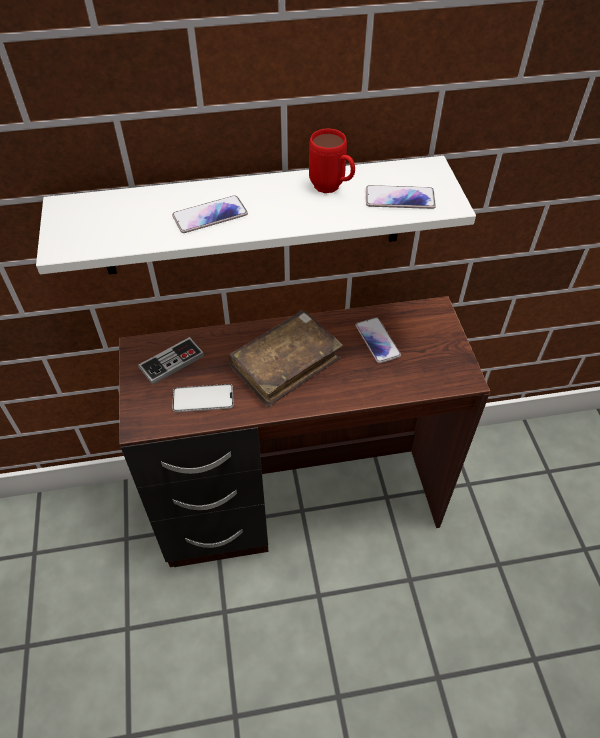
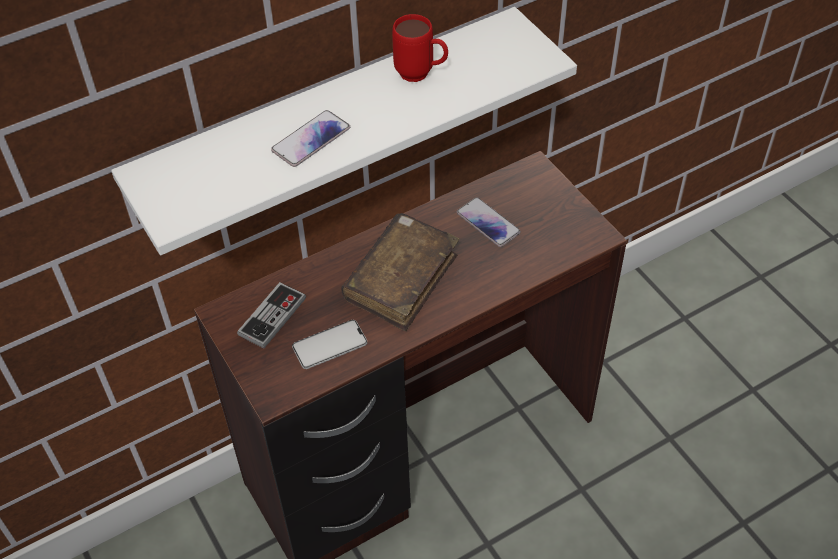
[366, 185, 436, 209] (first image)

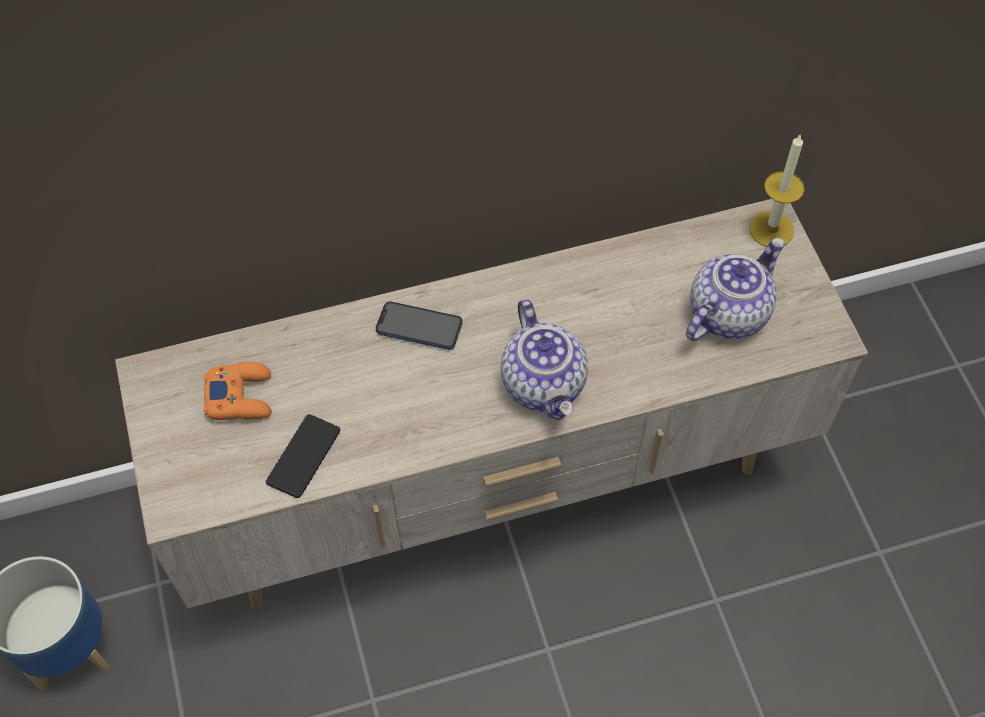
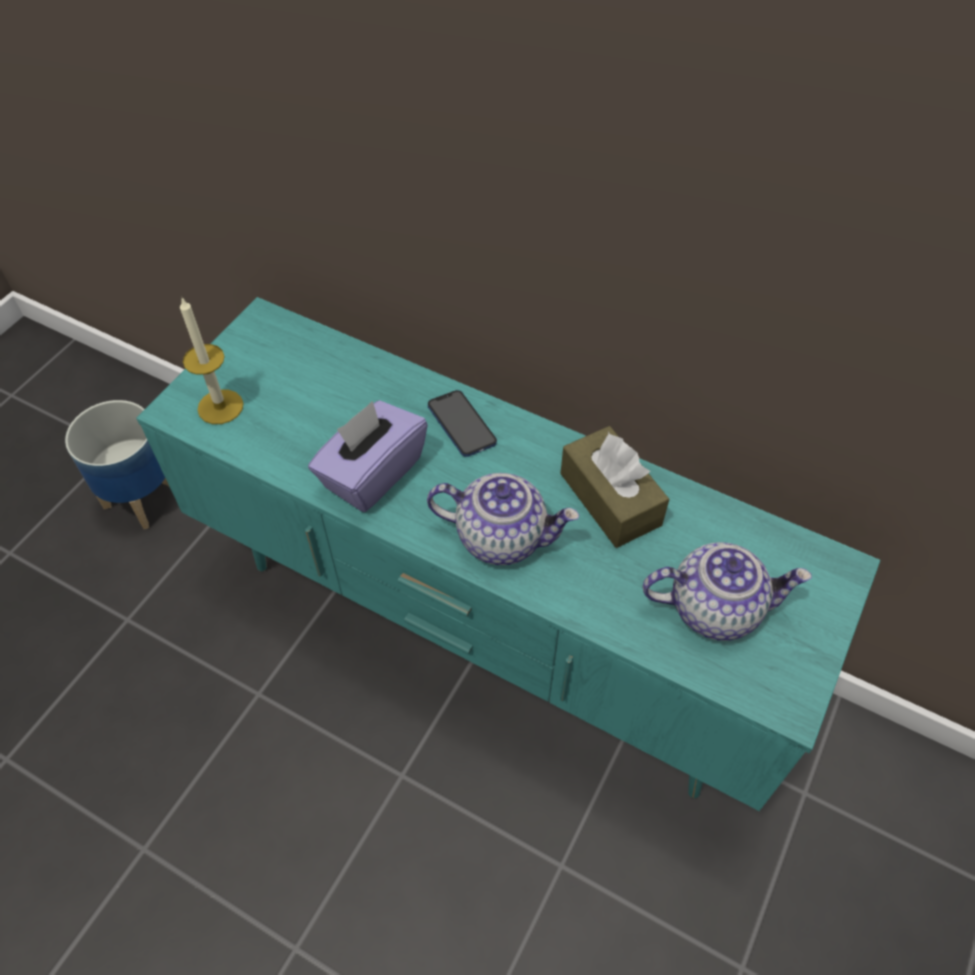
[136, 297, 881, 811]
[180, 298, 244, 424]
[308, 400, 428, 512]
[427, 473, 580, 565]
[560, 426, 669, 548]
[204, 362, 272, 420] (first image)
[266, 414, 340, 498] (first image)

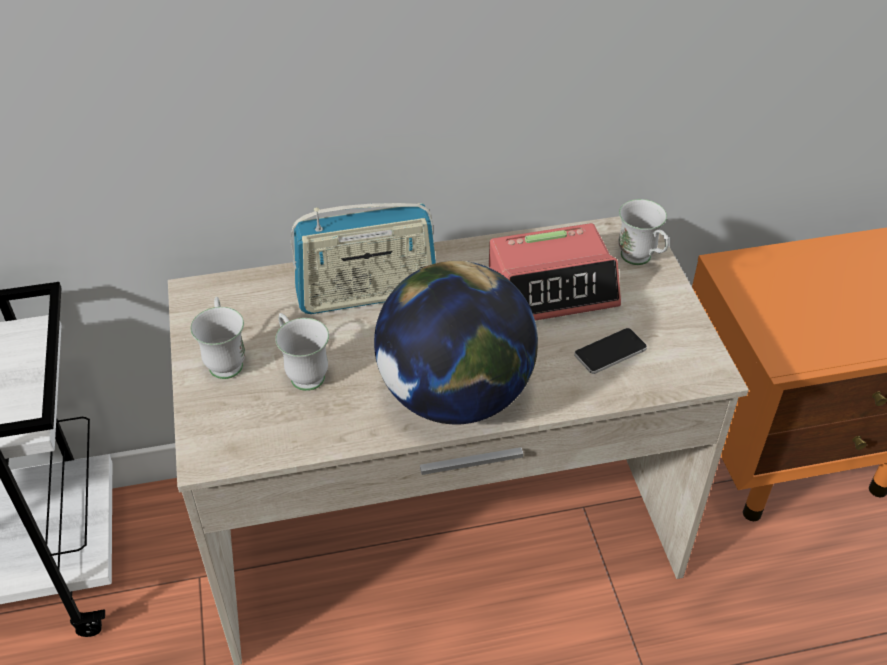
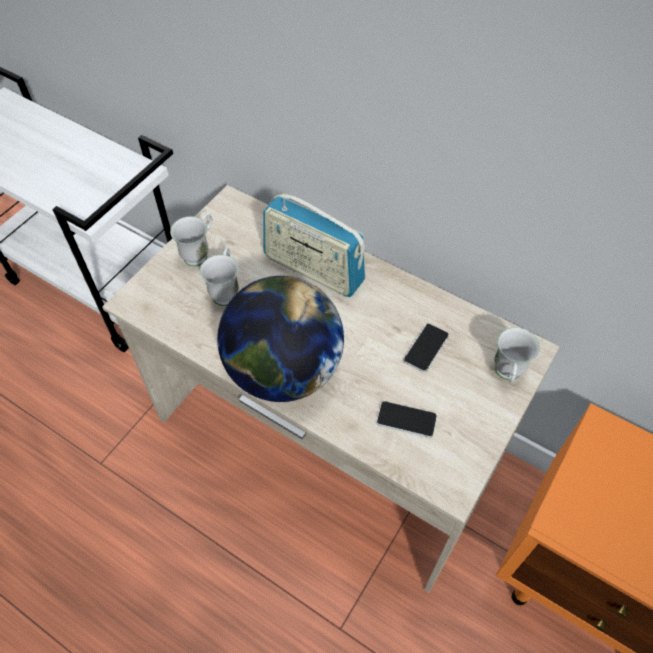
[404, 324, 449, 372]

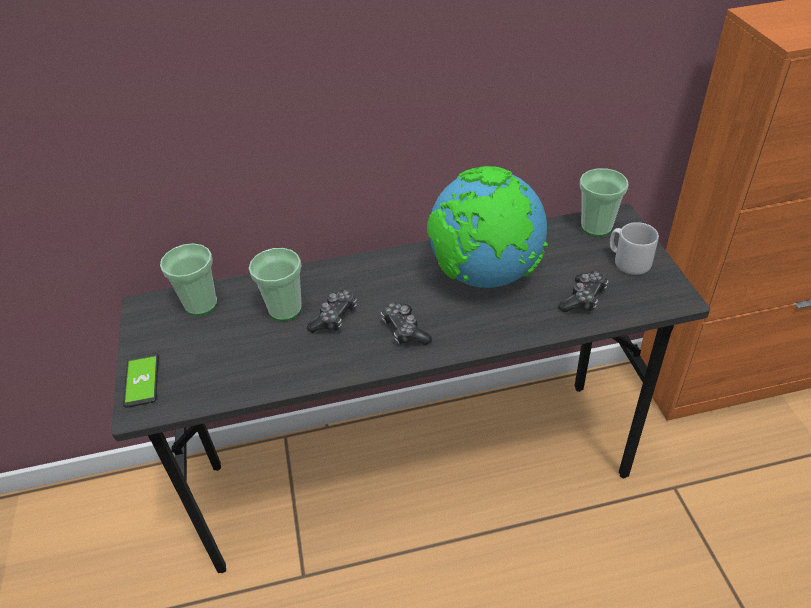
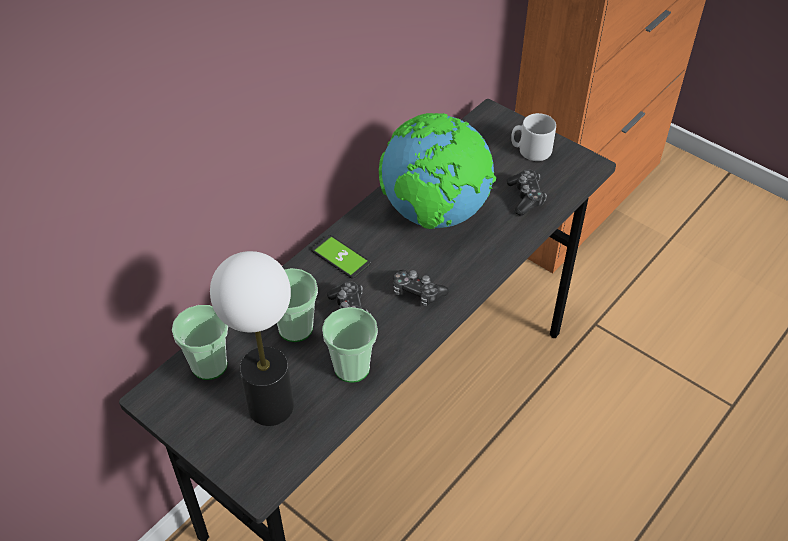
[210, 251, 294, 426]
[311, 235, 371, 279]
[322, 307, 378, 383]

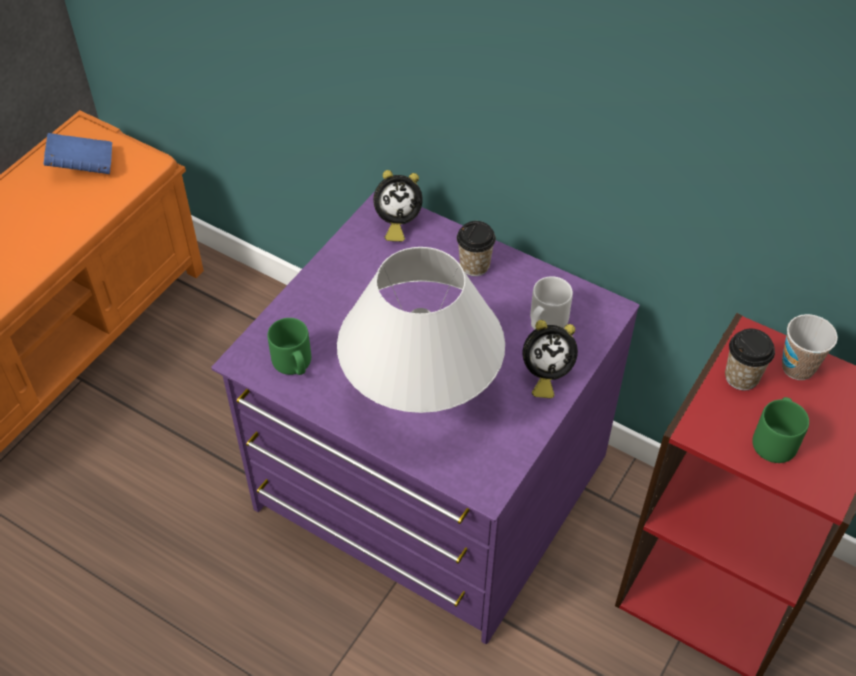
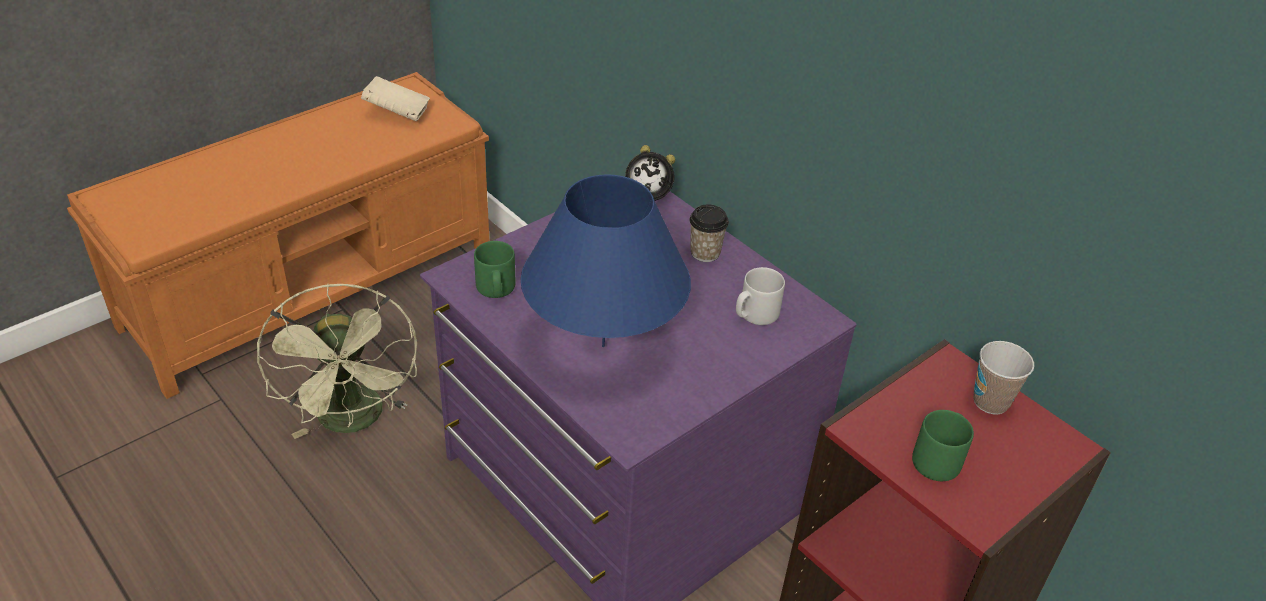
[257, 284, 417, 439]
[361, 76, 430, 121]
[521, 174, 691, 347]
[523, 320, 578, 398] (first image)
[725, 329, 775, 391] (first image)

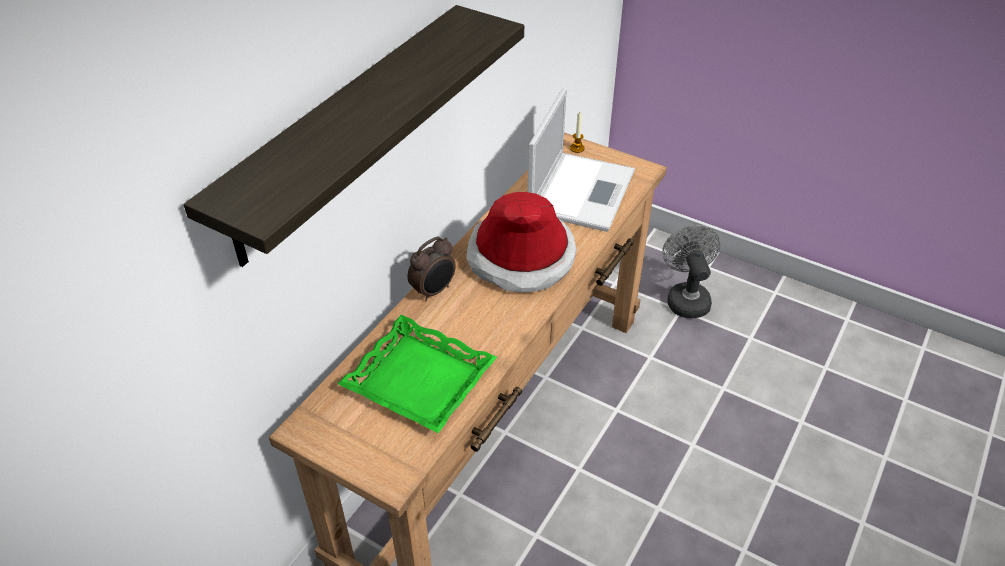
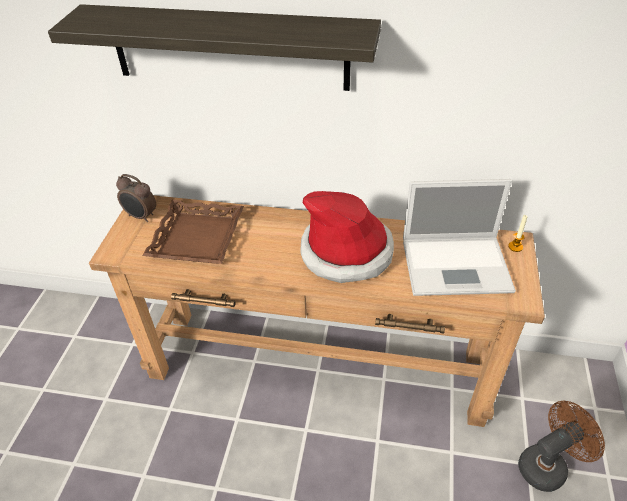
[116, 174, 156, 222]
[142, 200, 244, 264]
[518, 401, 605, 492]

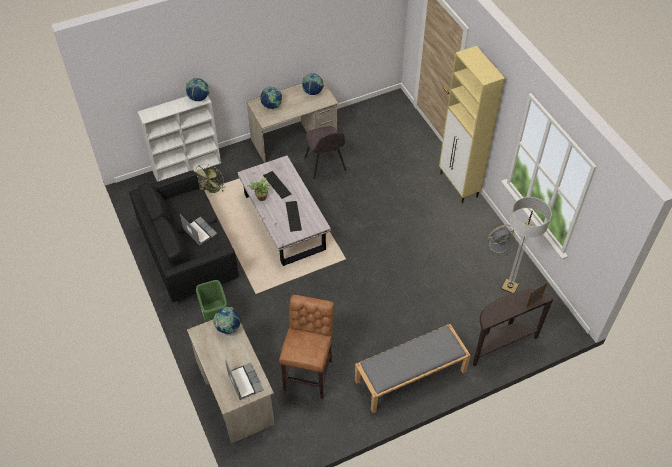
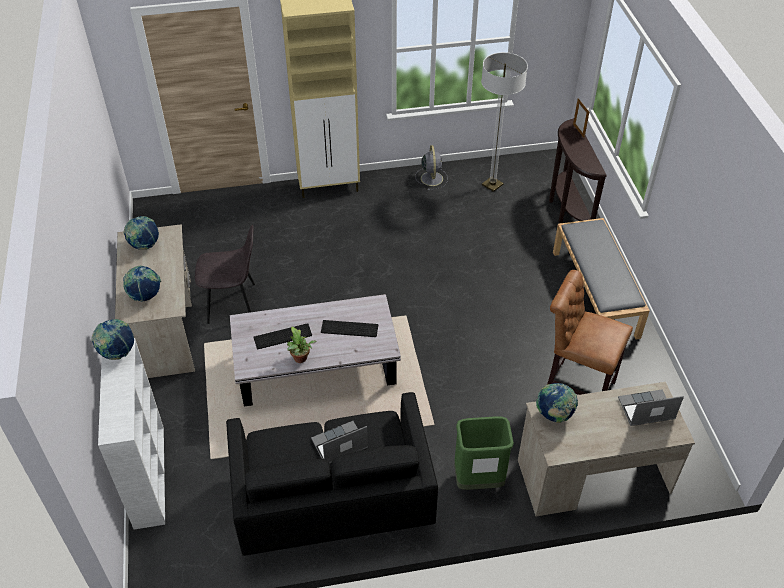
[194, 164, 225, 193] (first image)

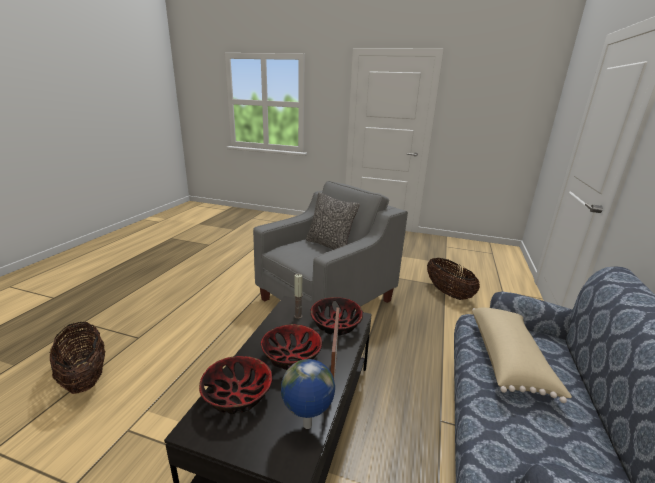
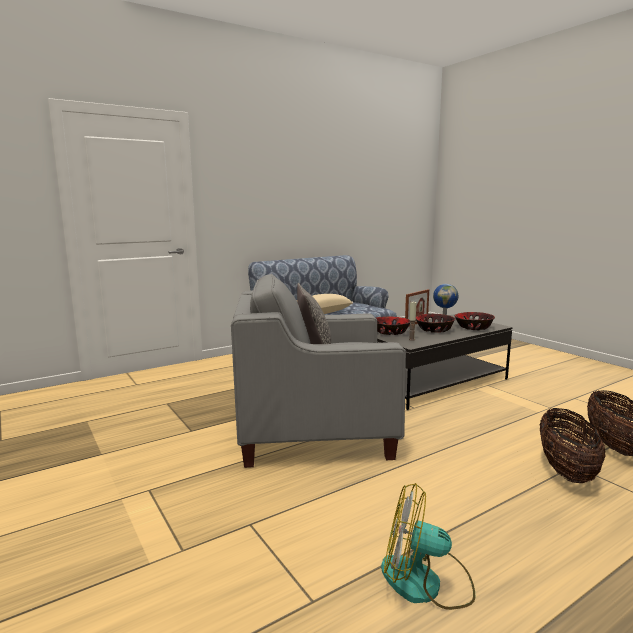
[381, 483, 475, 610]
[539, 408, 606, 483]

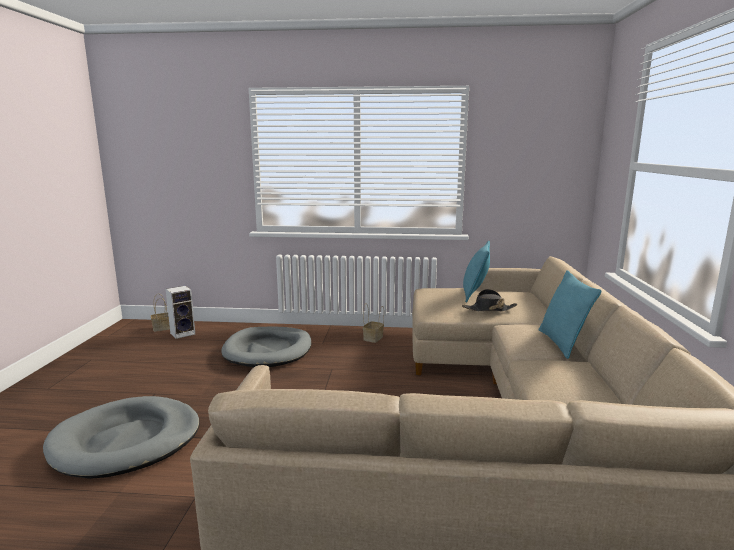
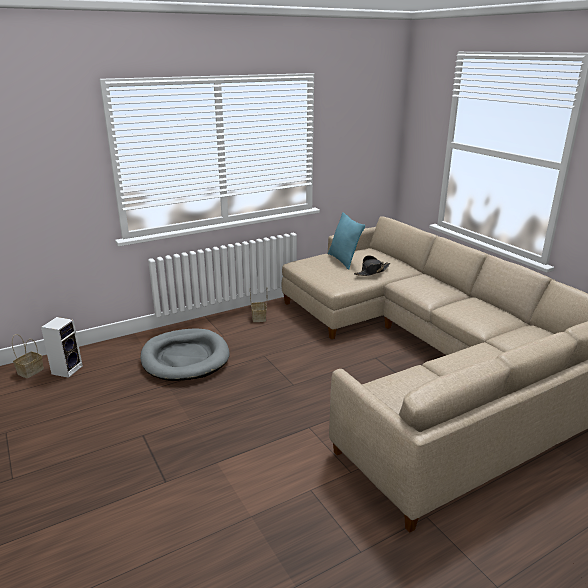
[43, 396, 200, 479] (first image)
[539, 270, 601, 359] (first image)

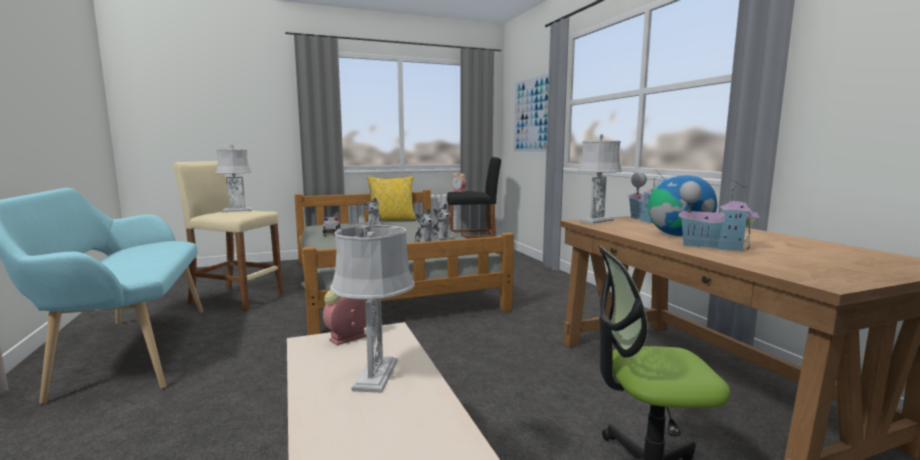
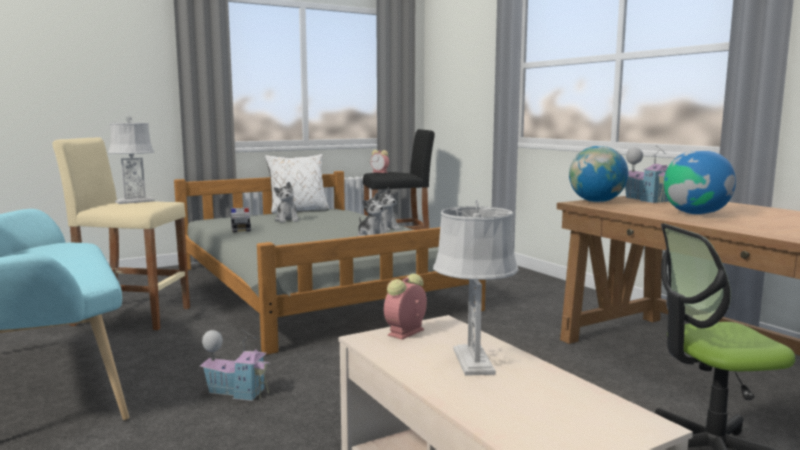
[200, 329, 271, 401]
[265, 154, 329, 214]
[569, 146, 628, 202]
[513, 71, 549, 155] (first image)

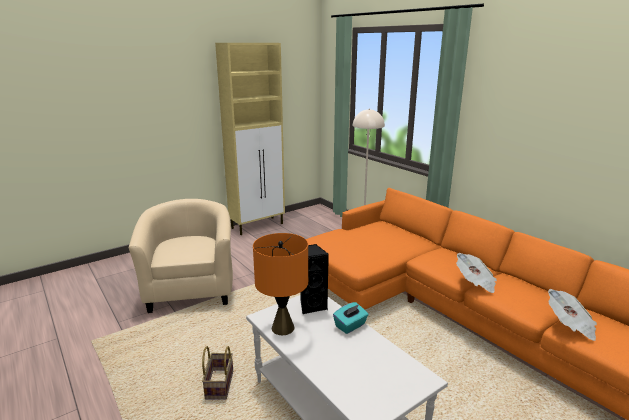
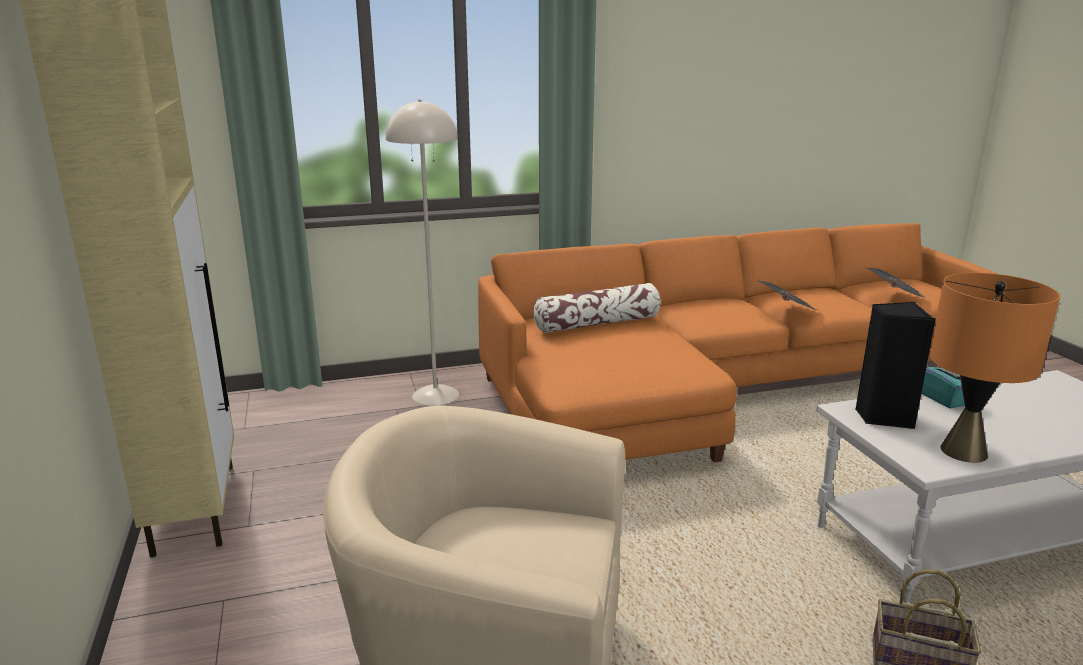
[533, 283, 661, 333]

